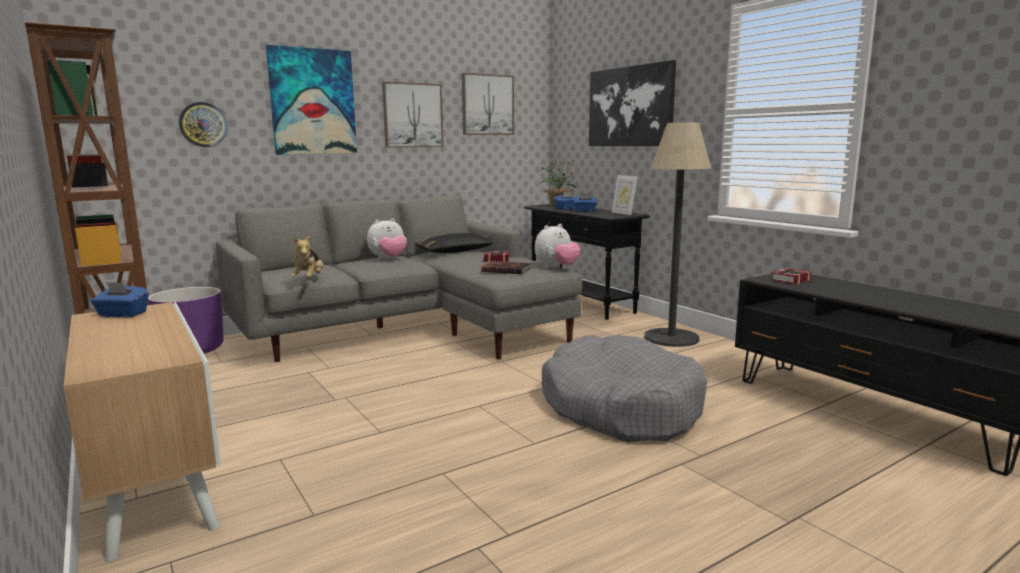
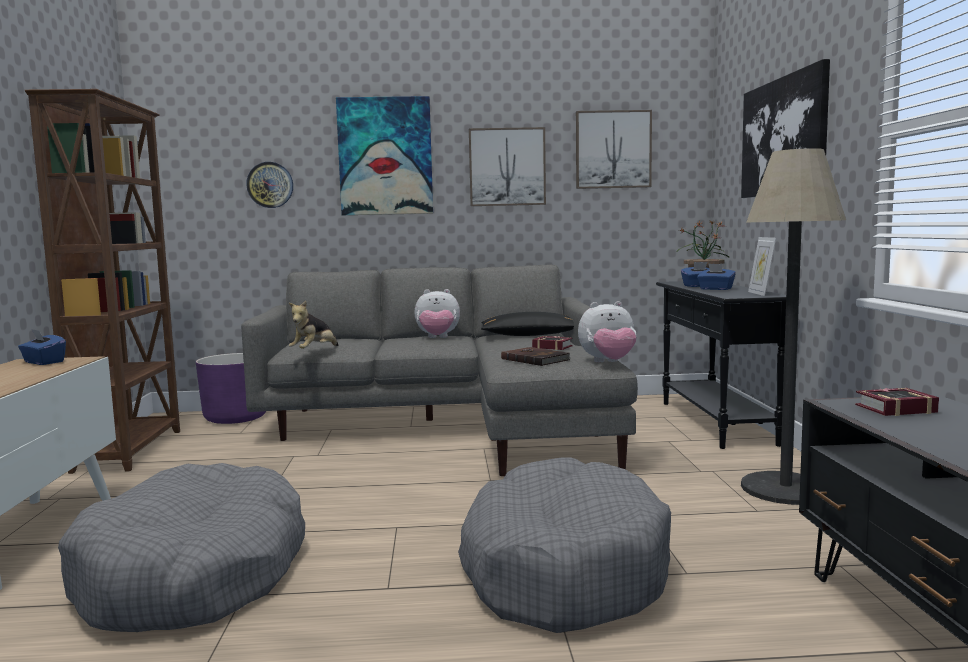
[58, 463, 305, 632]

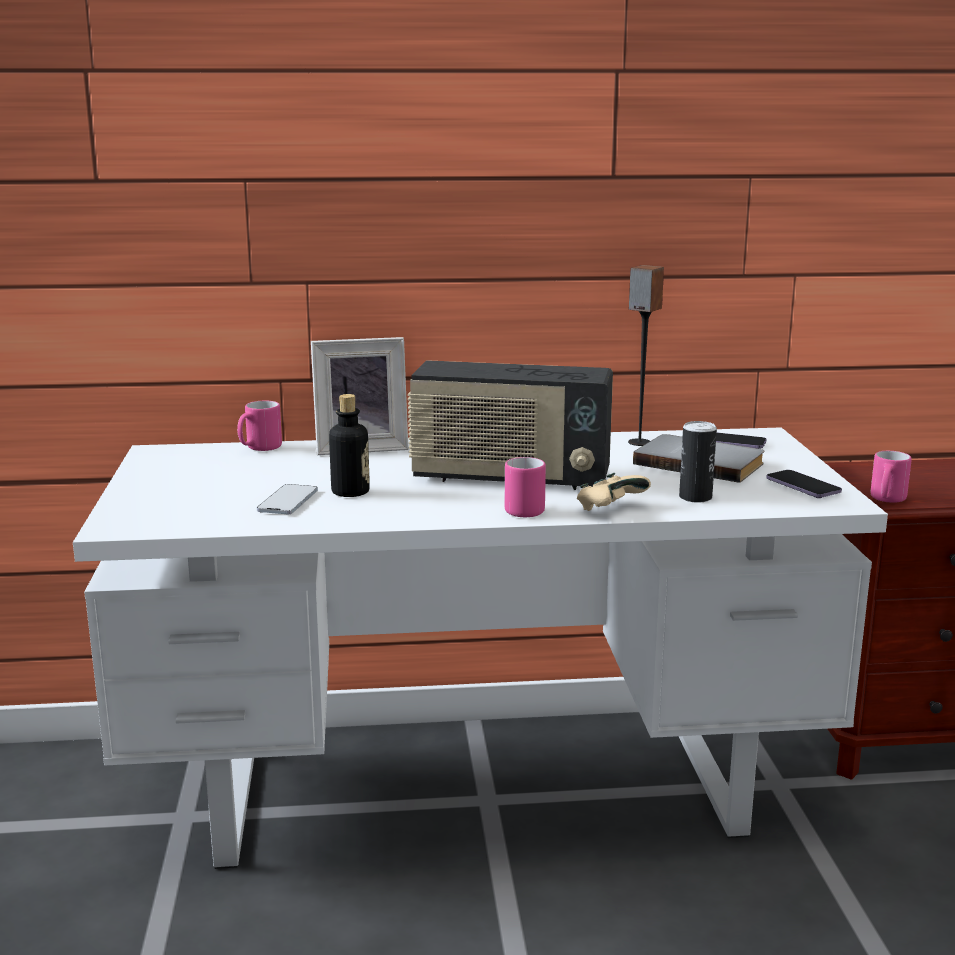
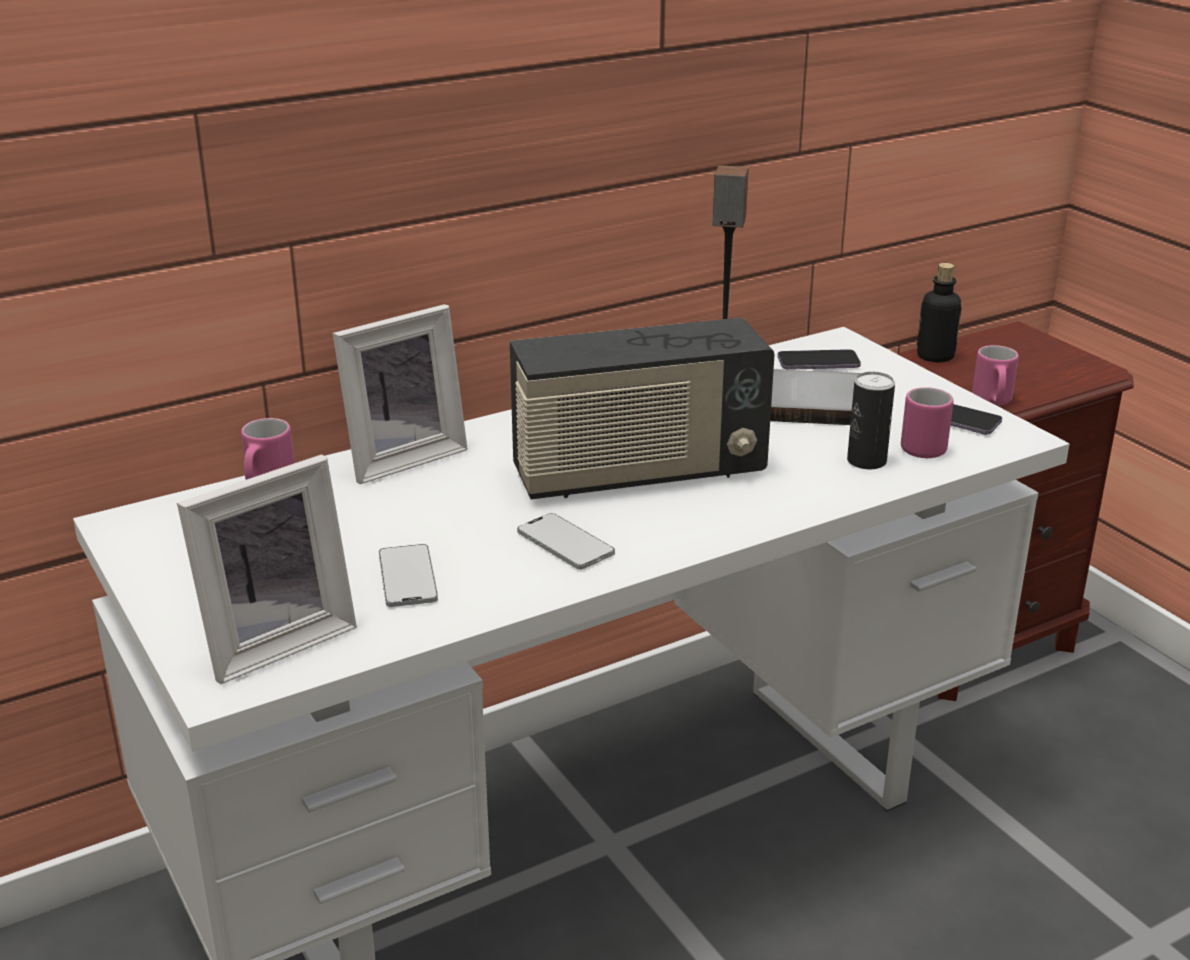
[177, 454, 357, 684]
[517, 513, 615, 570]
[901, 387, 953, 458]
[917, 263, 961, 362]
[577, 473, 651, 511] (first image)

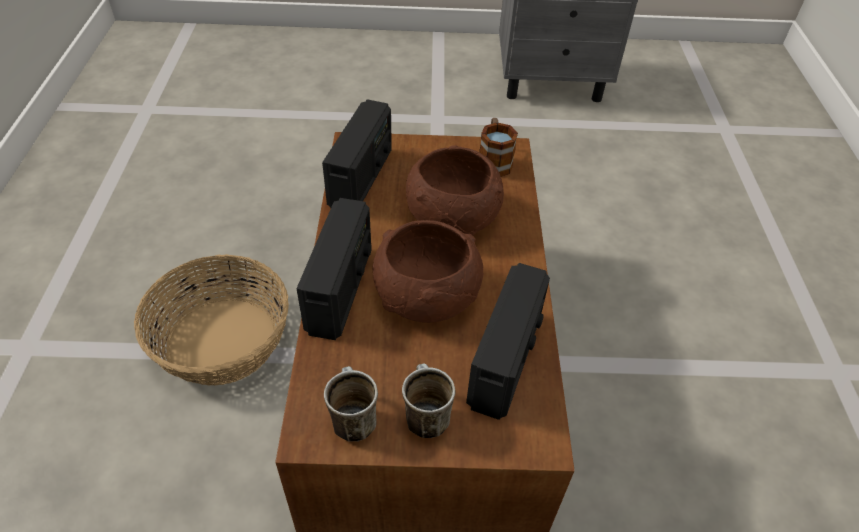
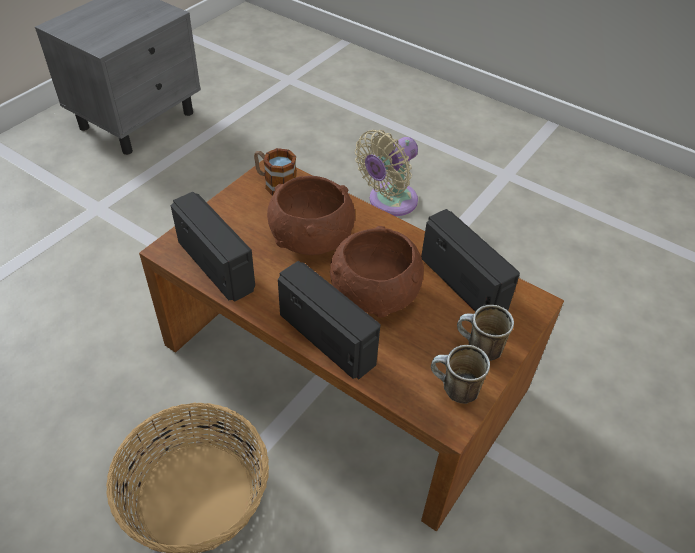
[355, 130, 418, 216]

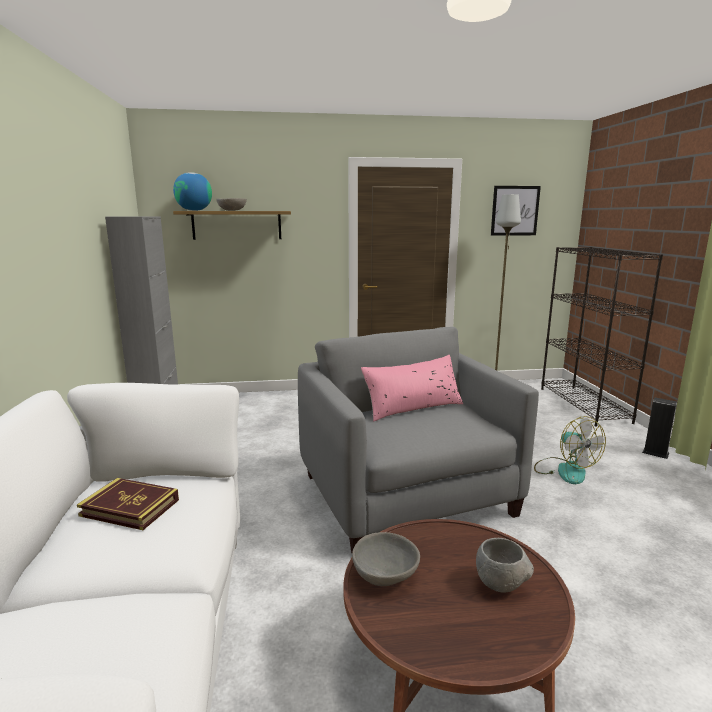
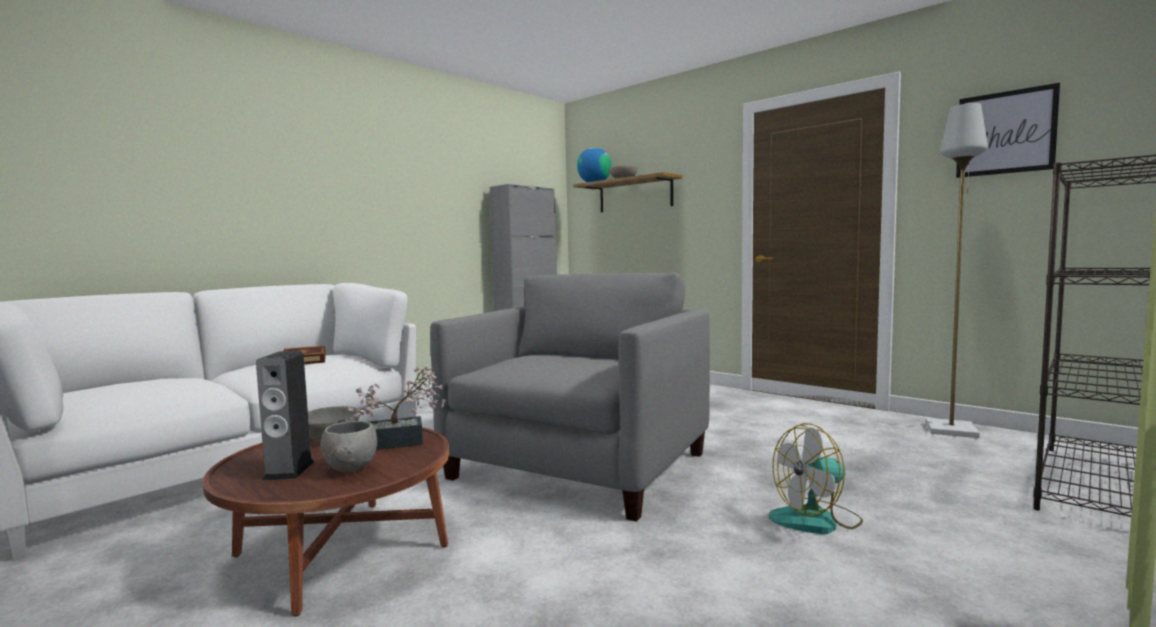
[256, 351, 314, 481]
[348, 366, 445, 450]
[769, 423, 863, 534]
[361, 355, 463, 422] (first image)

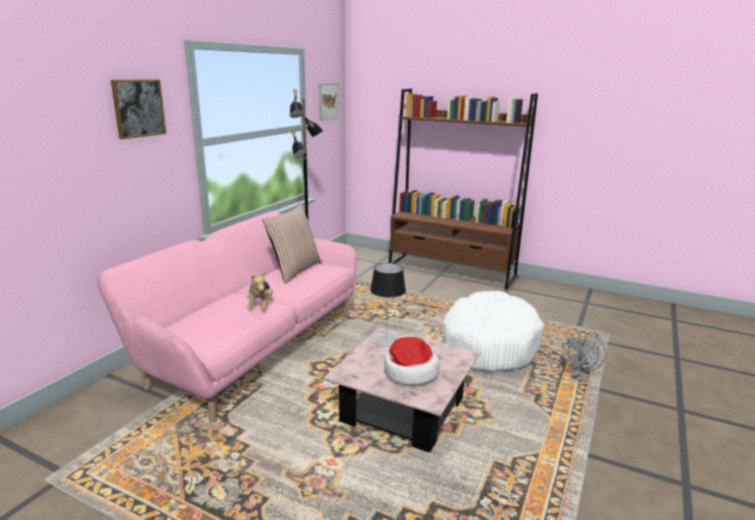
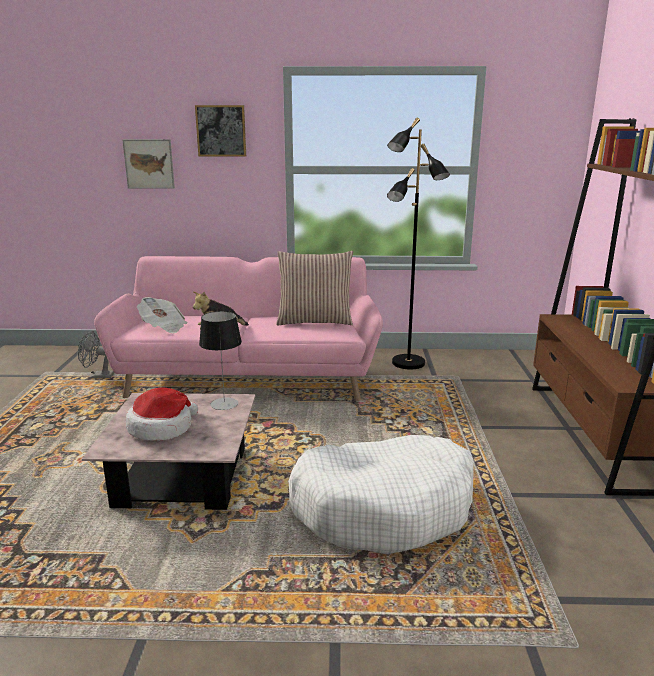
[78, 331, 114, 379]
[122, 139, 175, 189]
[137, 297, 188, 334]

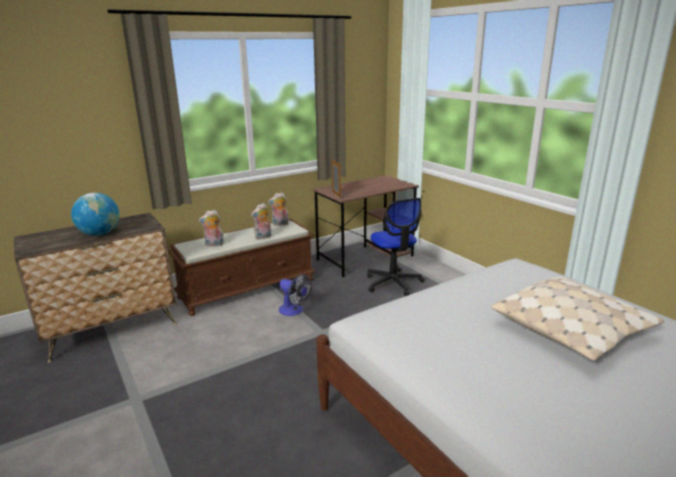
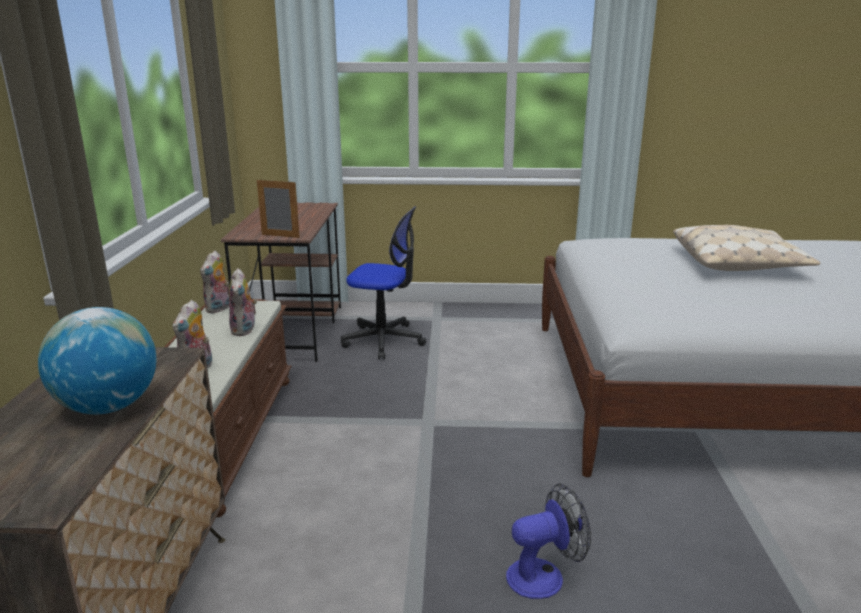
[506, 483, 591, 599]

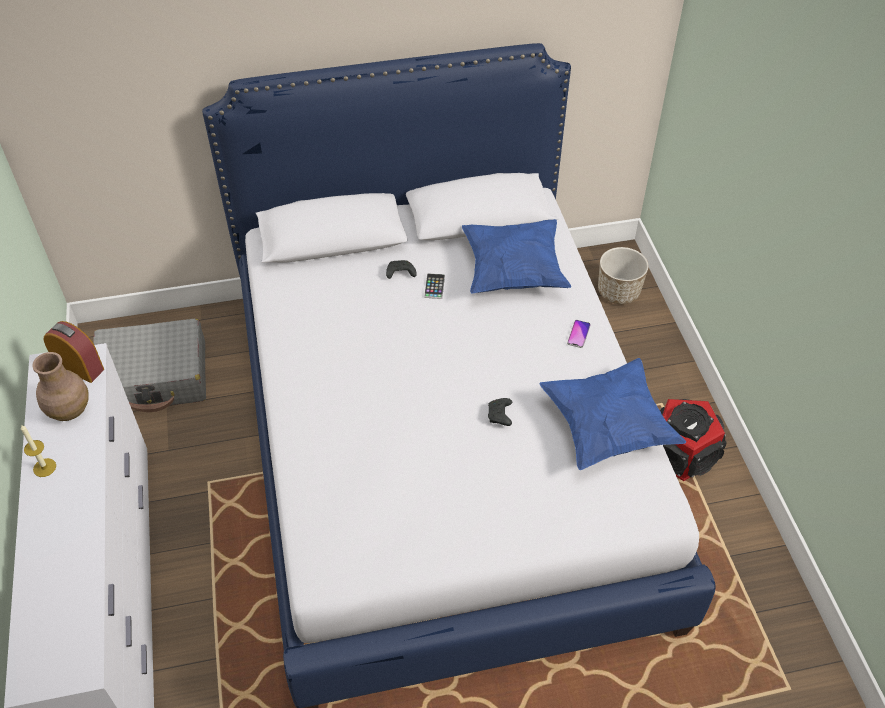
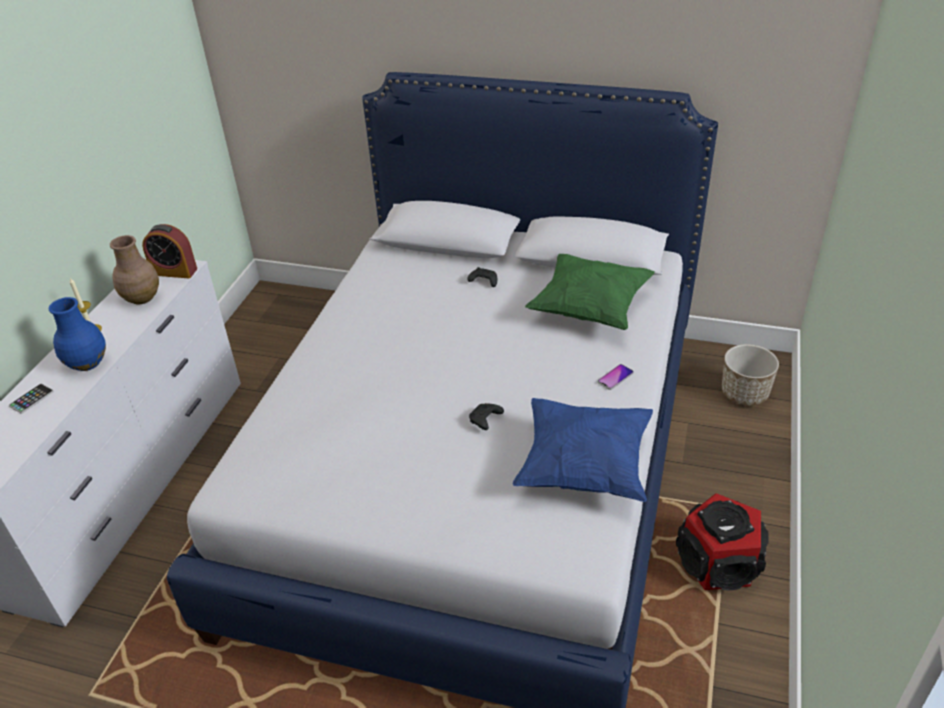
[9, 384, 54, 414]
[49, 297, 106, 371]
[142, 224, 197, 278]
[525, 254, 655, 330]
[93, 318, 206, 412] (first image)

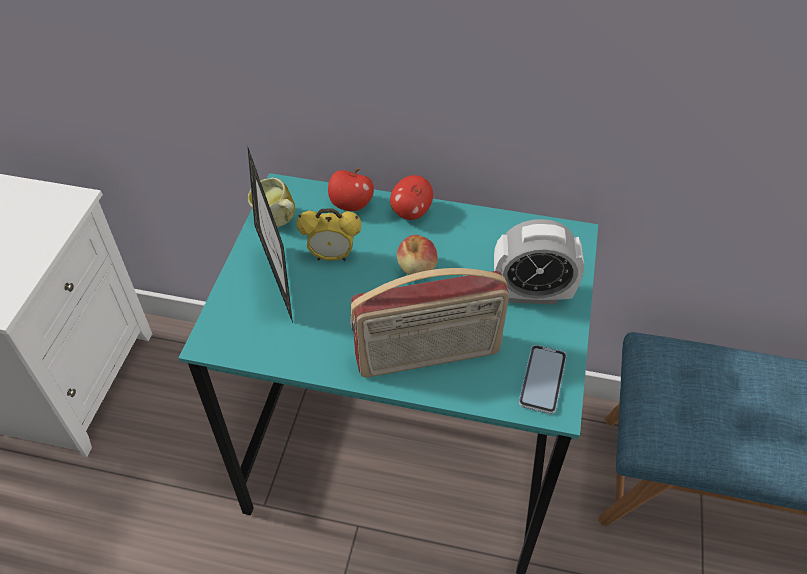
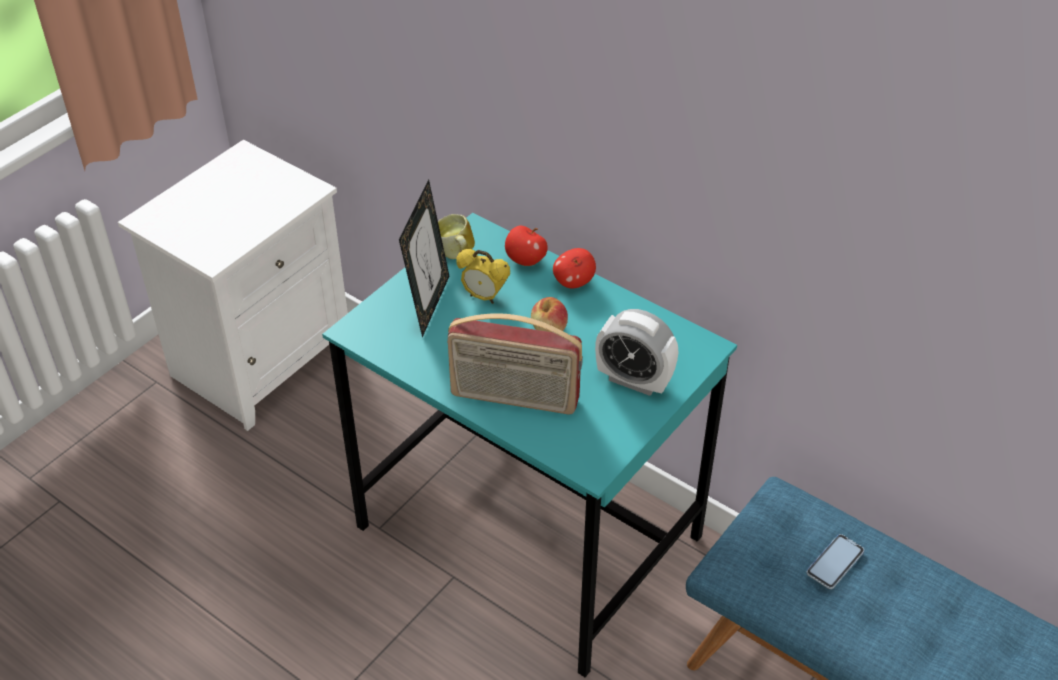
[806, 534, 864, 589]

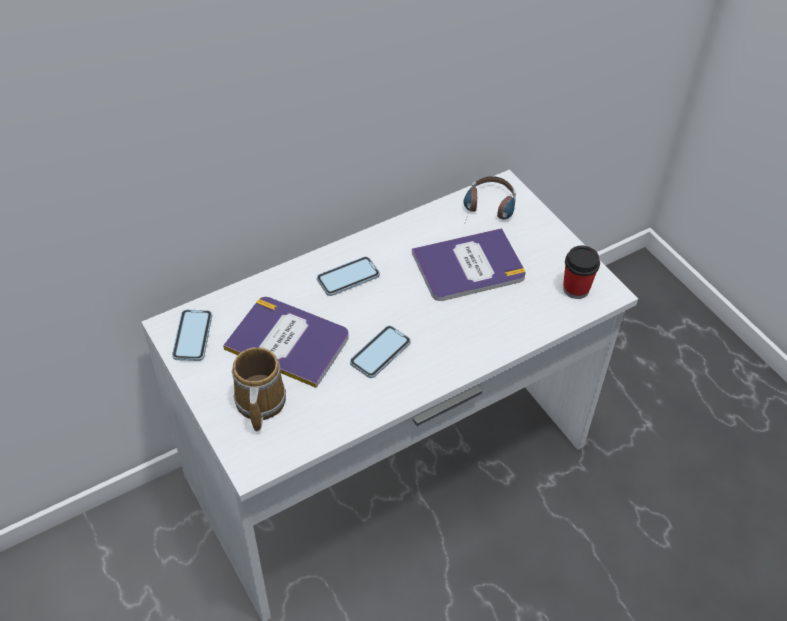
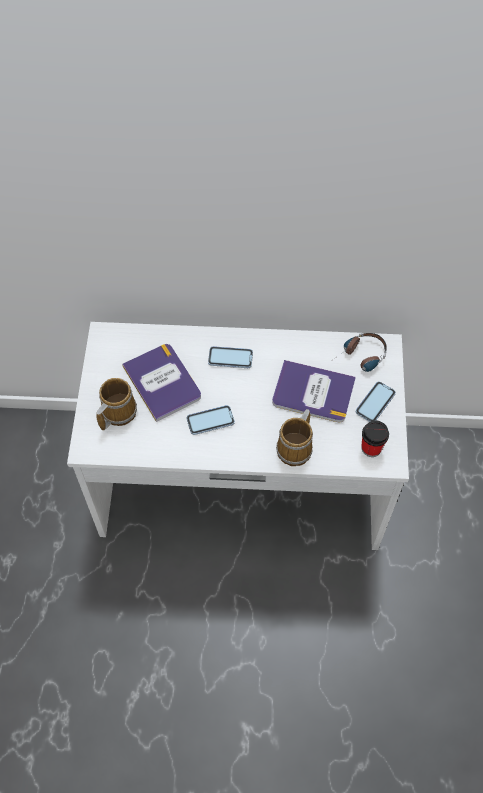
[276, 409, 313, 466]
[356, 382, 396, 422]

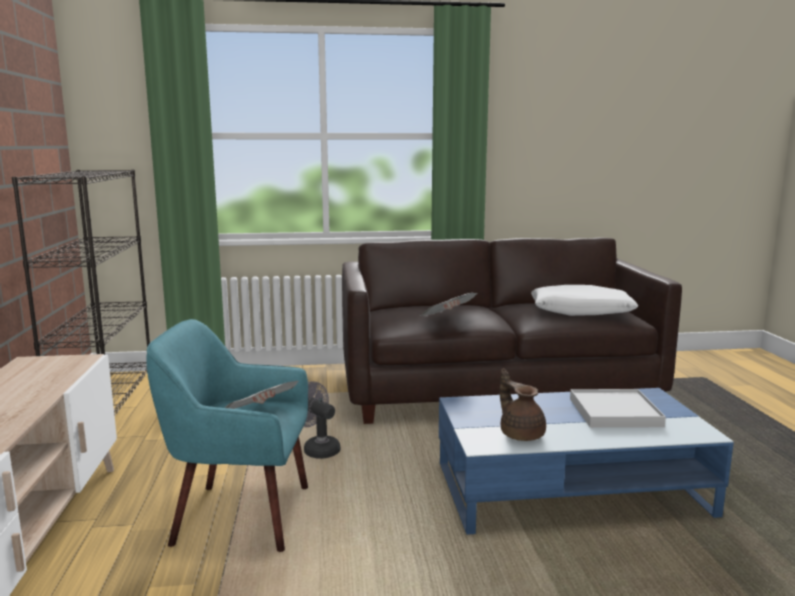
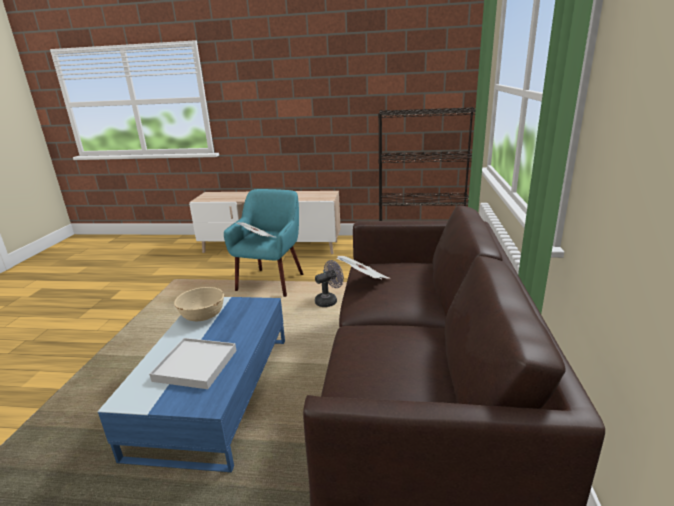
[174, 287, 224, 321]
[531, 285, 638, 316] (first image)

